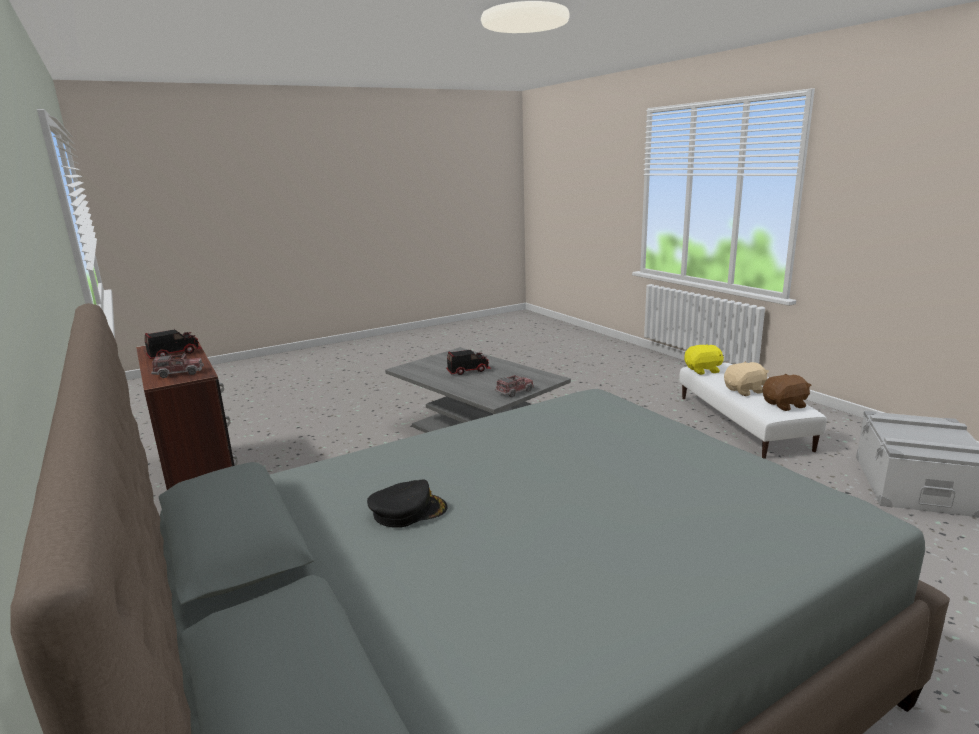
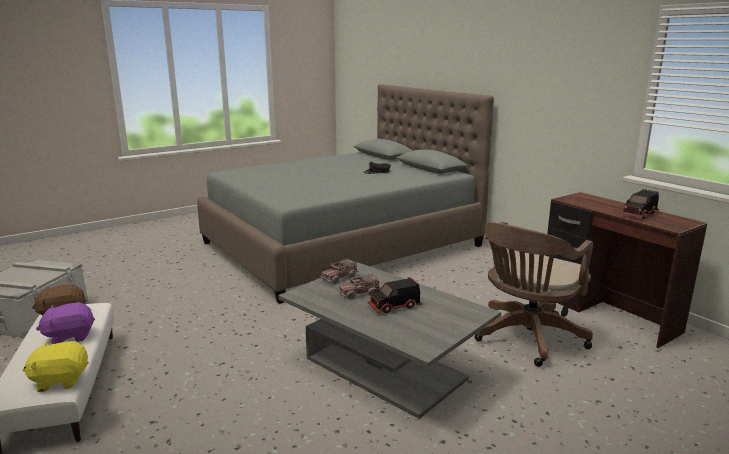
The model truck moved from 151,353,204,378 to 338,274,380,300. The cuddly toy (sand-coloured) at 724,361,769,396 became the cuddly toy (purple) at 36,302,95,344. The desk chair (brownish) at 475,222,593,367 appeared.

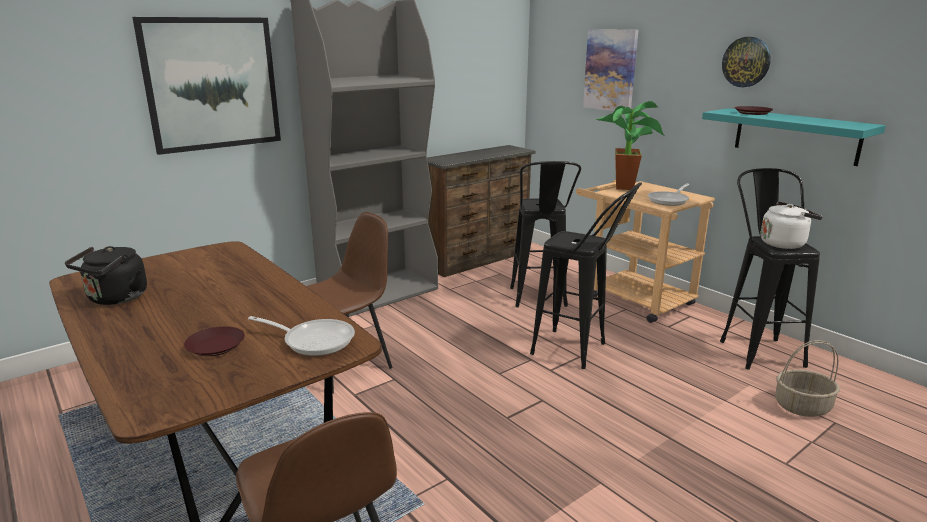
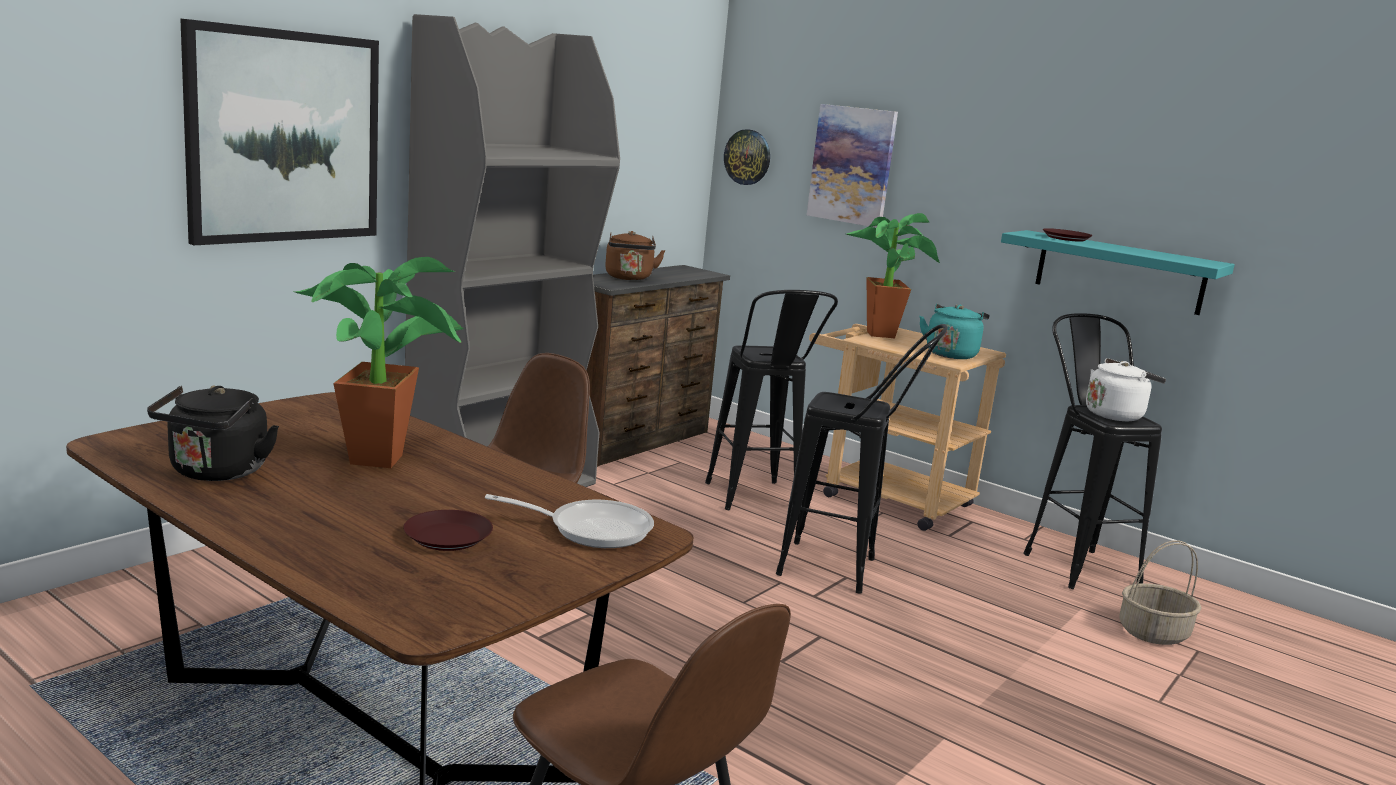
The frying pan at 648,184,689,206 was replaced by the kettle (turquoise-coloured) at 919,304,989,359. The hanging clock moved from 722,37,771,87 to 724,129,770,185. The plant in a pot at 294,257,464,468 appeared. The kettle (brownish) at 605,231,665,280 appeared.

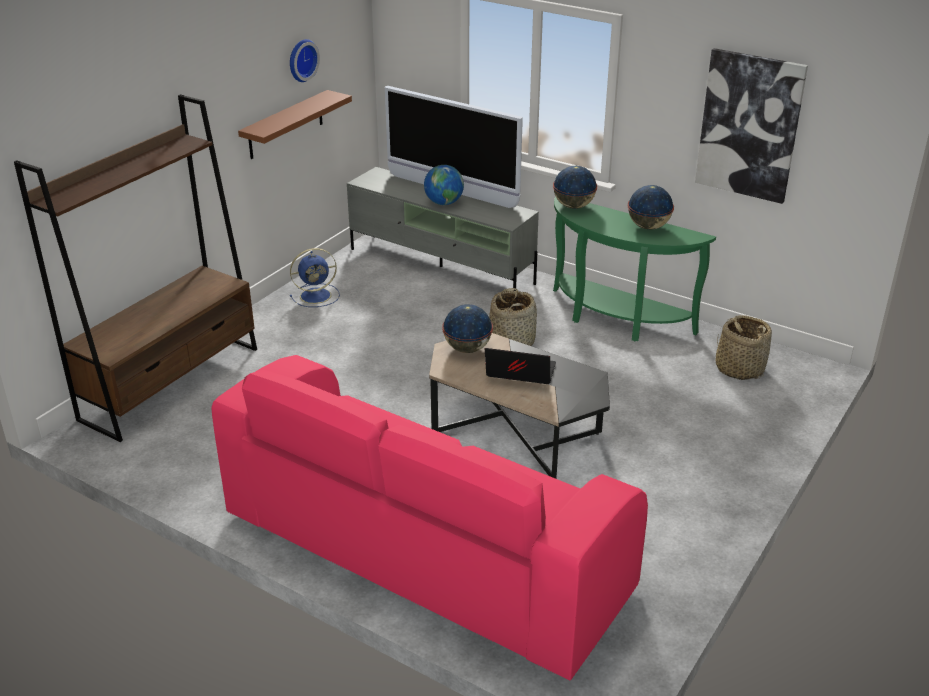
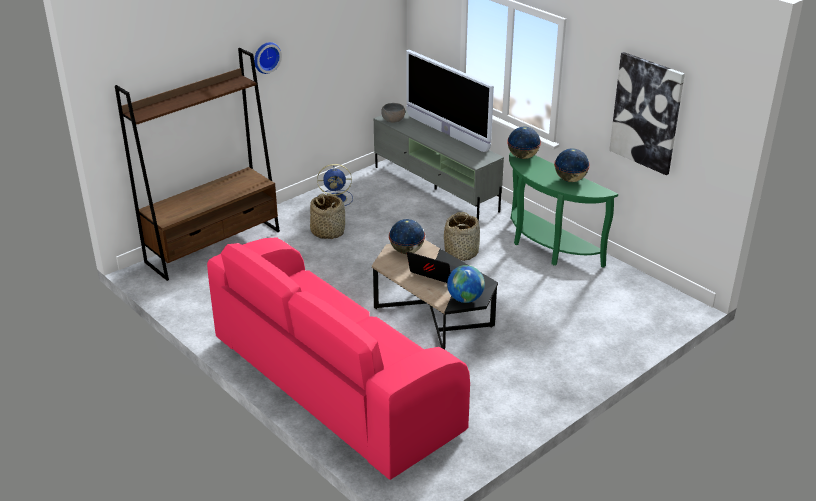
The bracket shelf (brownish) at 238,90,352,159 disappeared. The hanging clock moved from 290,39,320,82 to 254,42,282,74. The desk globe moved from 424,165,464,205 to 447,265,485,303. The storage basket moved from 715,315,772,380 to 310,194,345,239. The bowl (greyish) at 381,103,405,123 appeared.

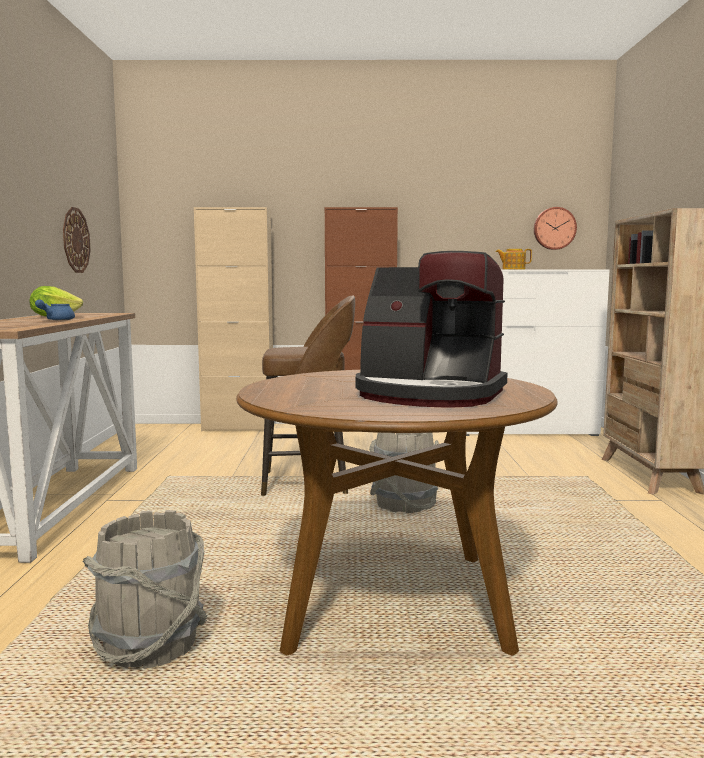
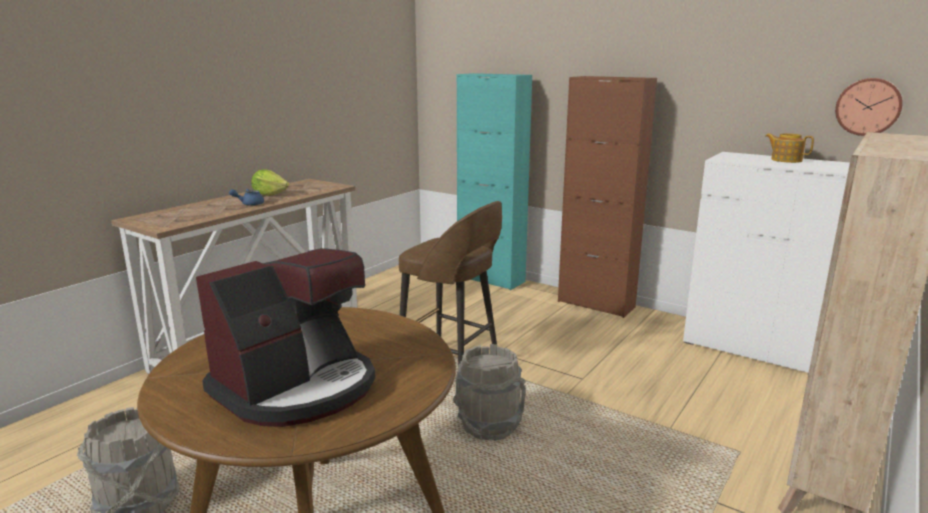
The hanging clock at 63,207,91,273 disappeared. The cabinet (sand-coloured) at 194,207,273,431 became the cabinet (turquoise-coloured) at 457,73,532,290. The coffee machine at 356,251,507,408 turned 105 degrees counterclockwise.

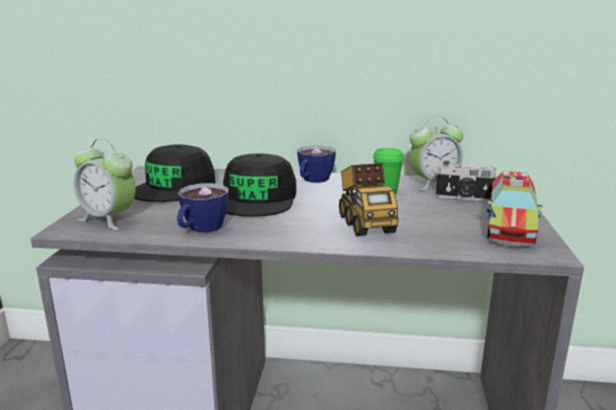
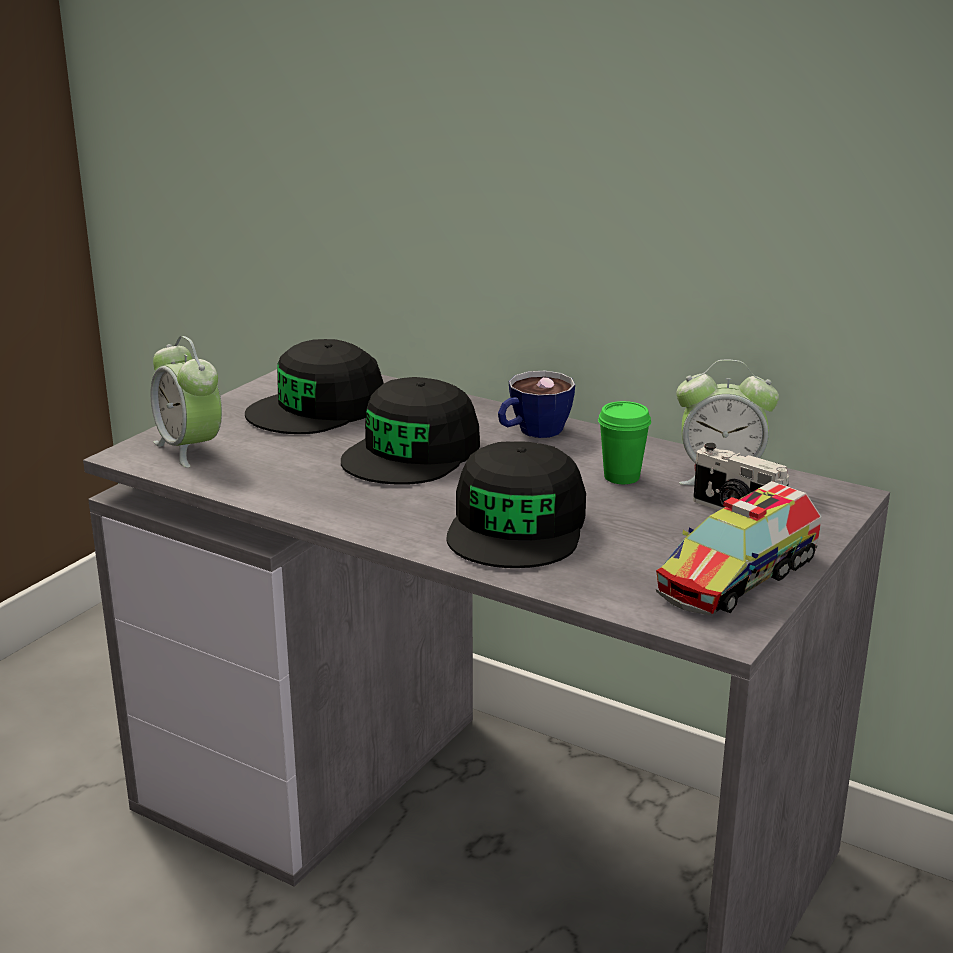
The cup at 177,183,229,233 disappeared. The model truck at 339,163,398,236 was replaced by the peaked cap (blackish) at 447,441,586,568.

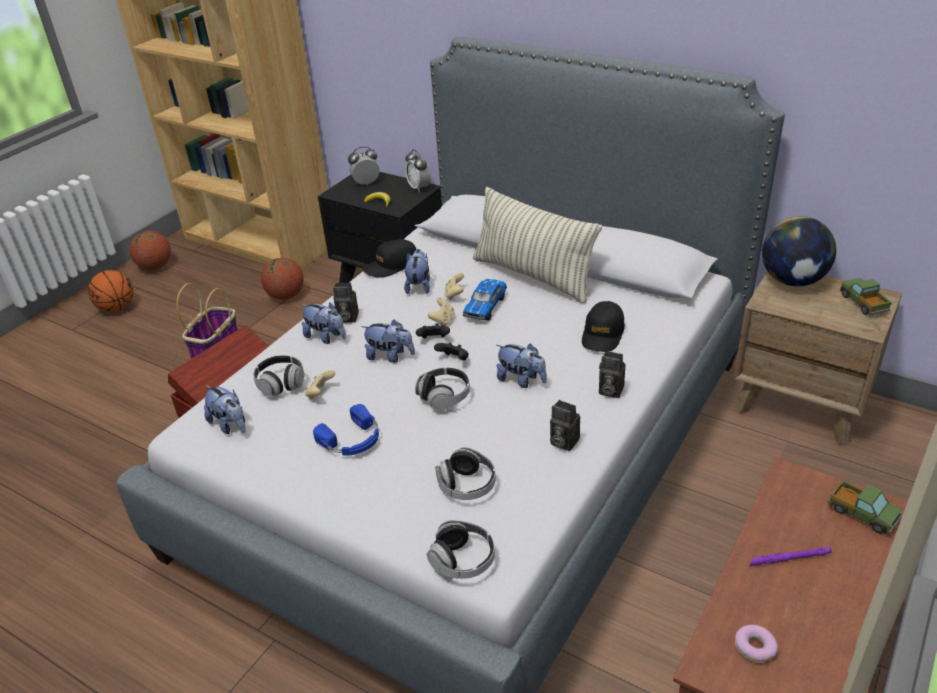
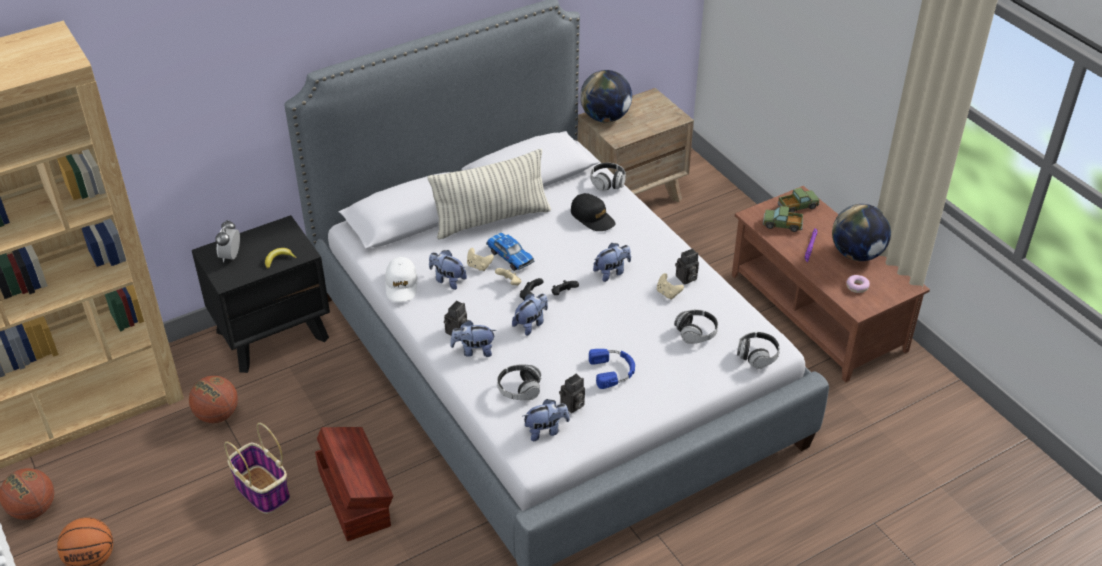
The cuddly toy at 301,302,346,344 turned 150 degrees counterclockwise. The game controller (sand-coloured) moved from 305,370,335,399 to 657,273,684,300. The peaked cap (blackish) at 362,239,417,278 became the peaked cap (whitish) at 385,257,418,302. The bedside clock at 405,150,431,192 disappeared. The pair of headphones moved from 415,367,470,411 to 590,163,626,191. The photo camera moved from 599,351,626,398 to 559,374,585,413. The model truck moved from 840,278,891,316 to 763,206,803,232. The desk globe at 832,204,891,261 appeared.

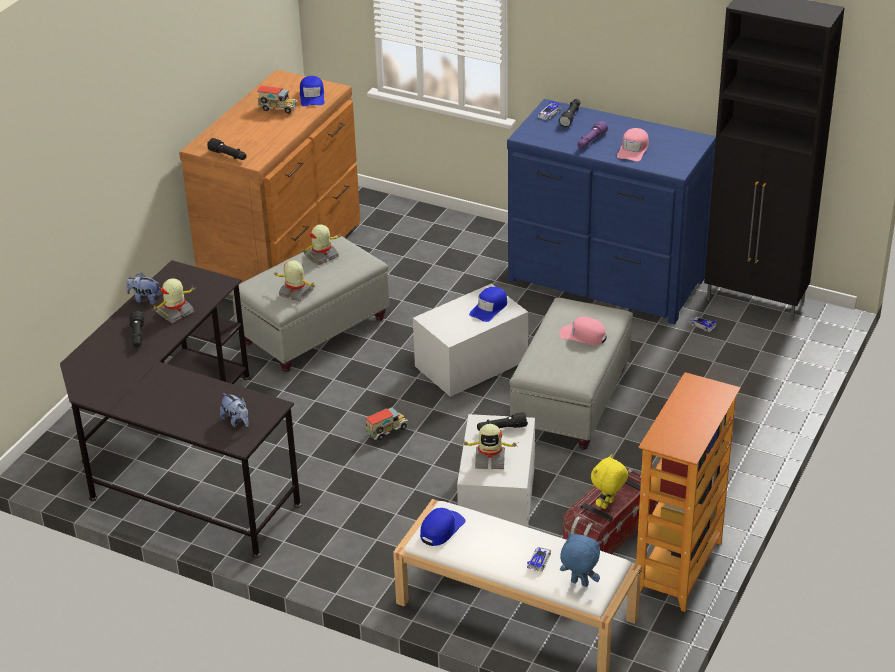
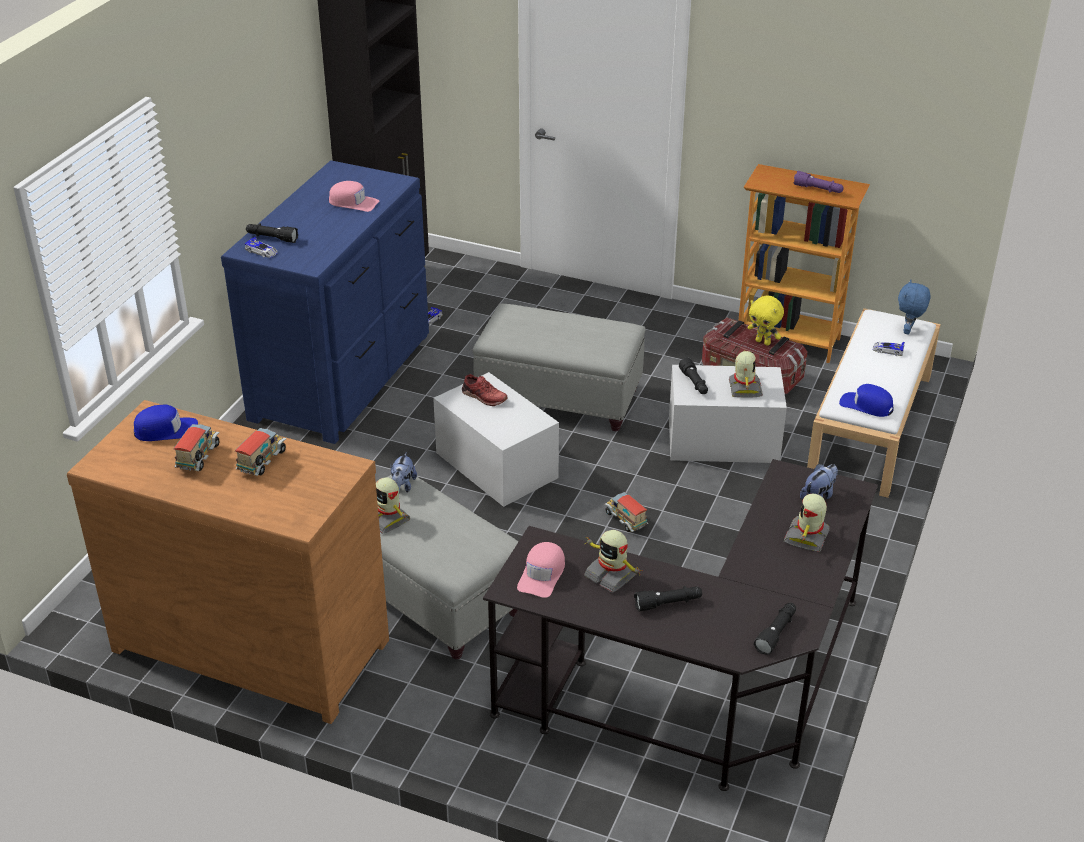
The cuddly toy moved from 126,273,161,305 to 391,452,417,493. The torch (blackish) moved from 207,138,247,160 to 754,603,796,655. The robot figure moved from 272,260,316,302 to 783,494,830,552. The peaked cap (blue-coloured) at 469,287,507,322 was replaced by the low shoe (red) at 462,374,508,406. The peaked cap (pink) moved from 559,316,607,345 to 517,542,565,598. The torch (purple) moved from 577,121,608,148 to 793,171,844,193. The model truck at 235,428,287,476 appeared.

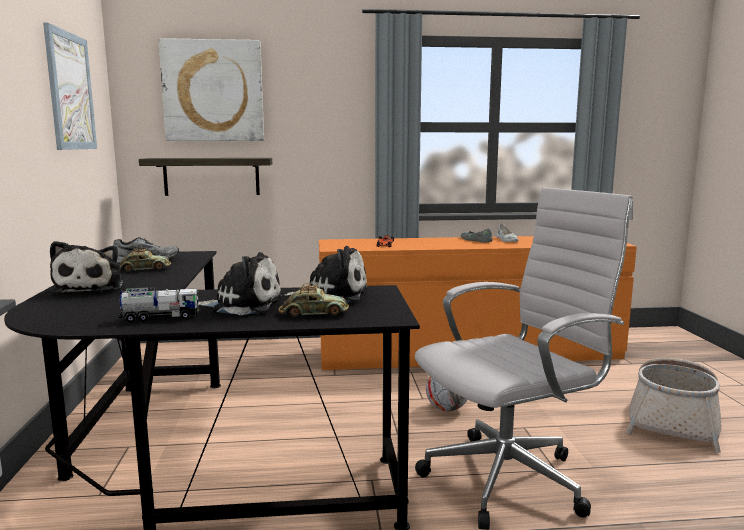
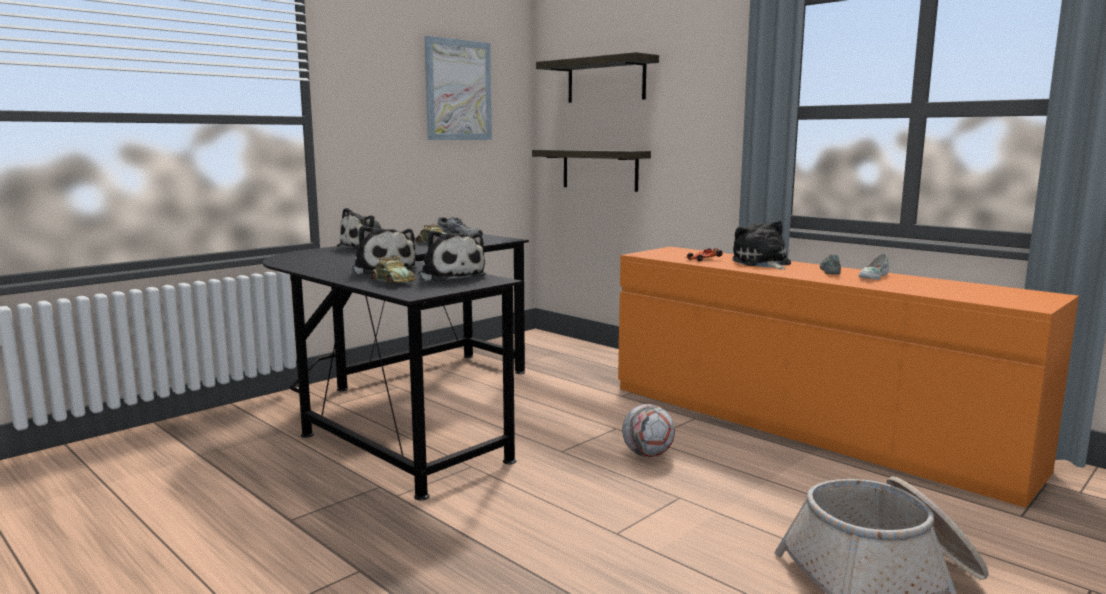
The model truck at 118,288,199,323 disappeared. The wall picture at 158,38,264,141 was replaced by the bracket shelf at 536,52,659,103. The desk chair (whitish) at 415,188,633,530 disappeared. The cuddly toy at 732,220,791,270 appeared.

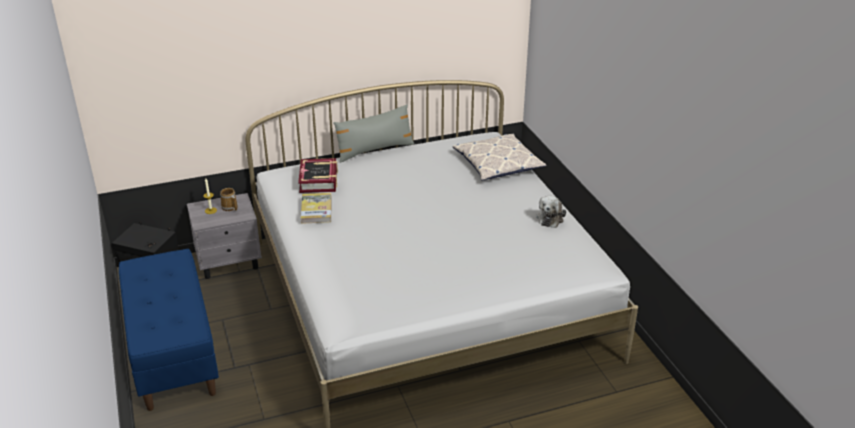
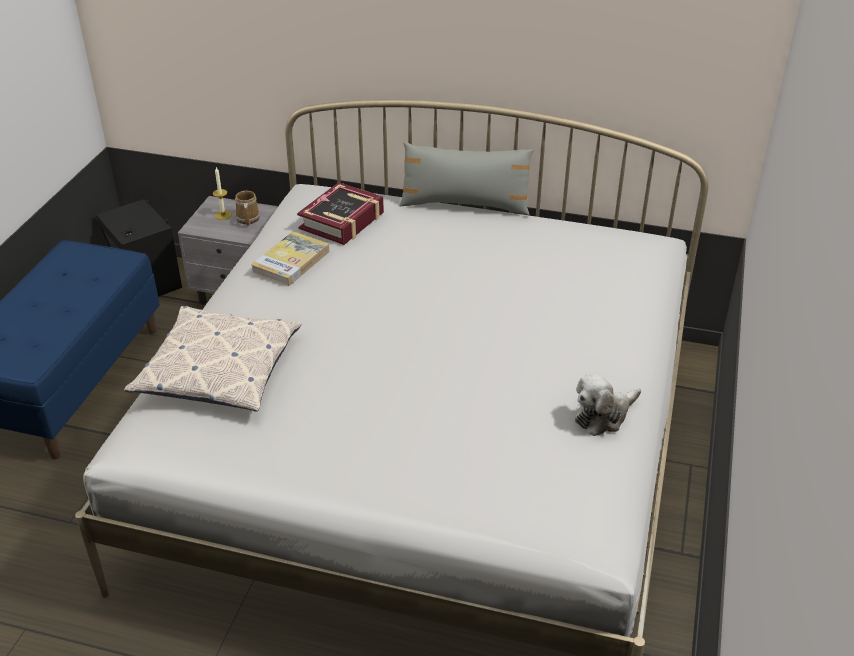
The throw pillow moved from 453,134,546,180 to 124,306,302,412.

